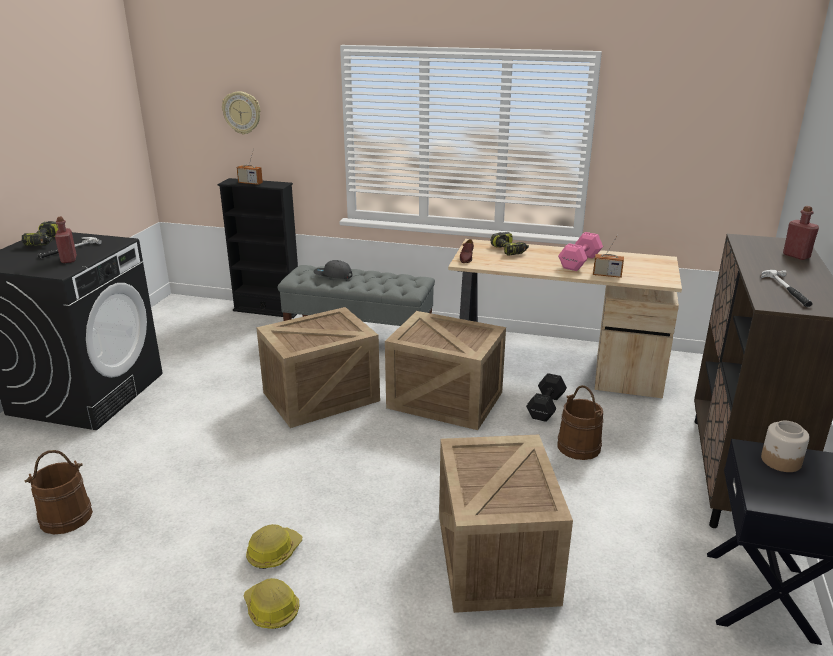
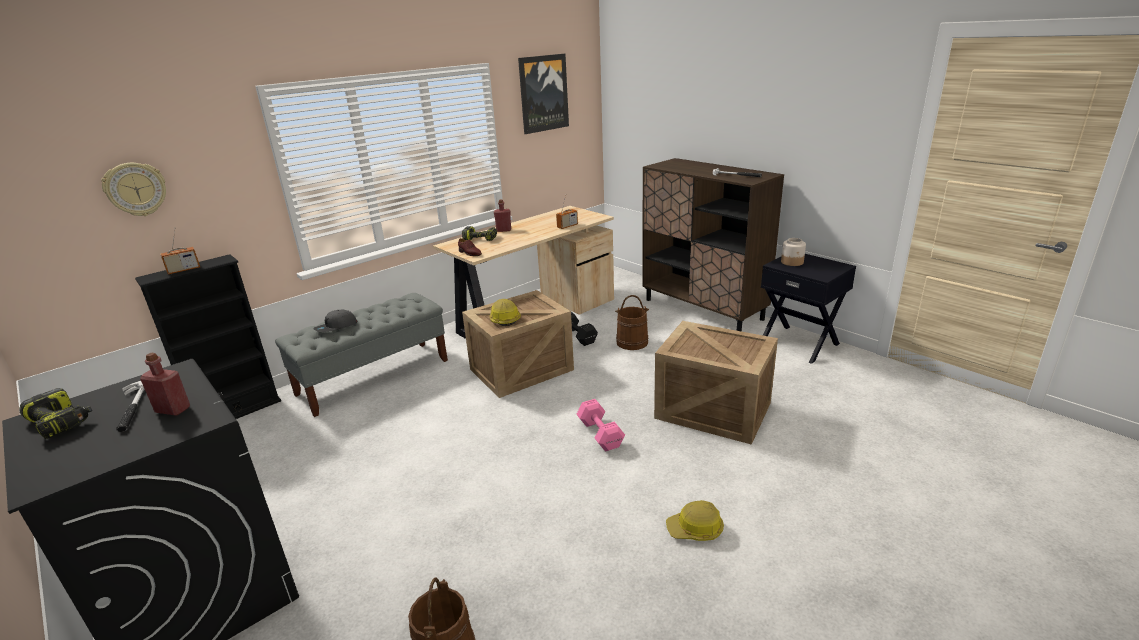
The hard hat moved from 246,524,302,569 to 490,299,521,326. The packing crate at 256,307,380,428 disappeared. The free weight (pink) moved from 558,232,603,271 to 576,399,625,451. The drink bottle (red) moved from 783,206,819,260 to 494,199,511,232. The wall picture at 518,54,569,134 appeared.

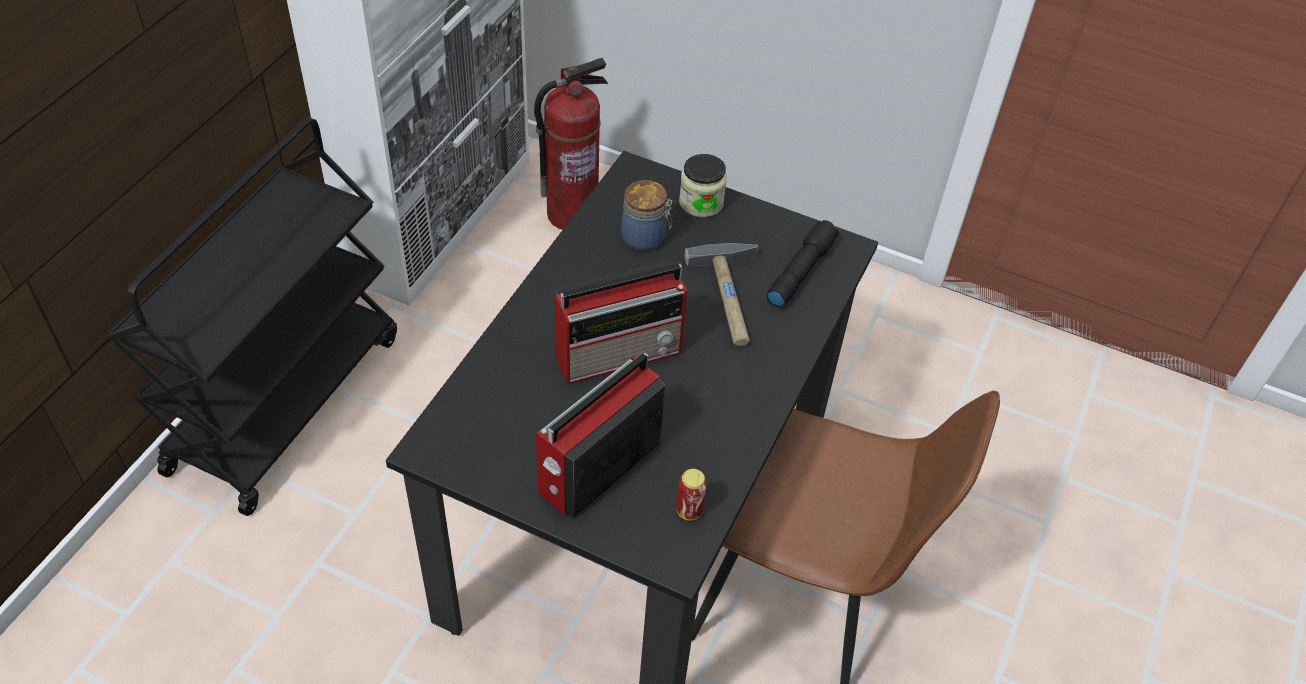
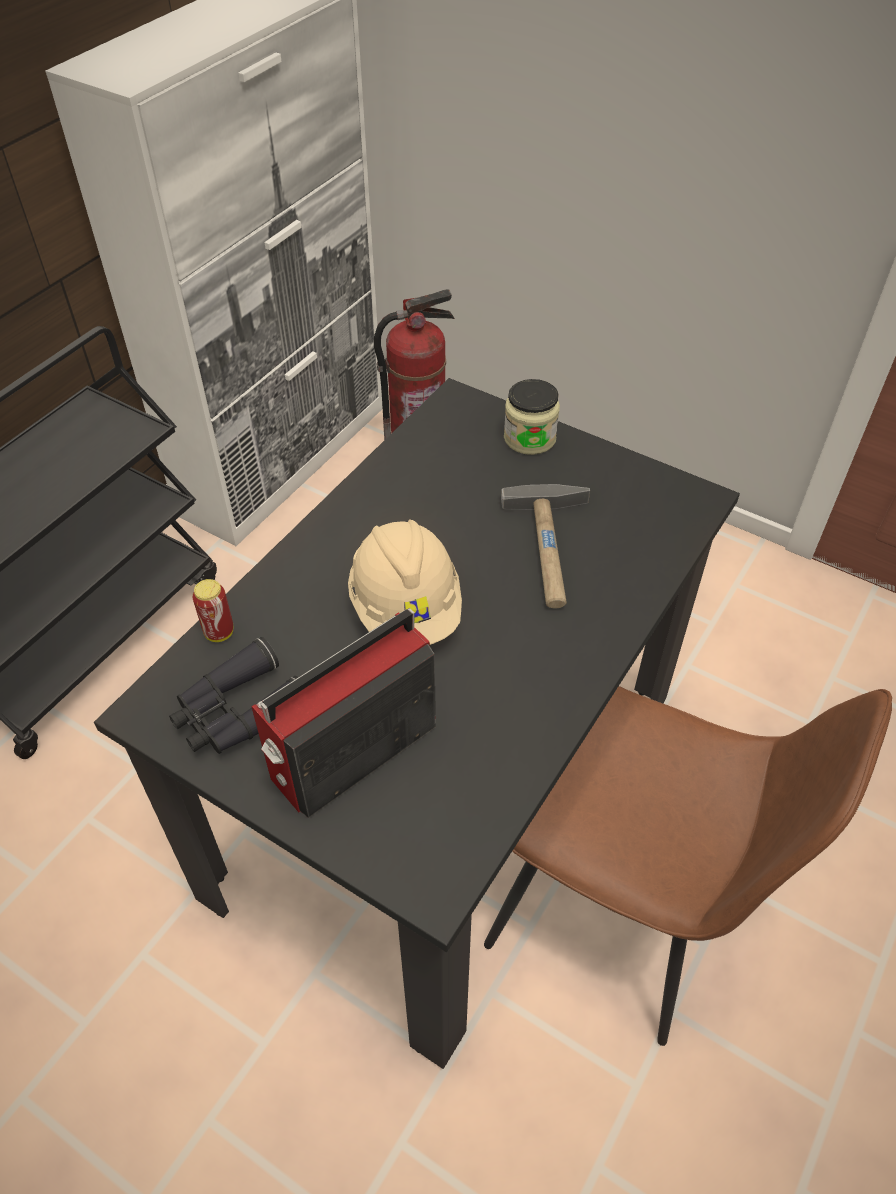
The radio receiver at 555,262,687,384 was replaced by the hard hat (sand-coloured) at 348,519,462,645. The jar at 621,180,672,251 disappeared. The metal can moved from 676,469,707,521 to 193,579,233,642. The torch (blackish) at 767,220,839,308 disappeared. The pair of binoculars (blackish) at 169,637,298,754 appeared.

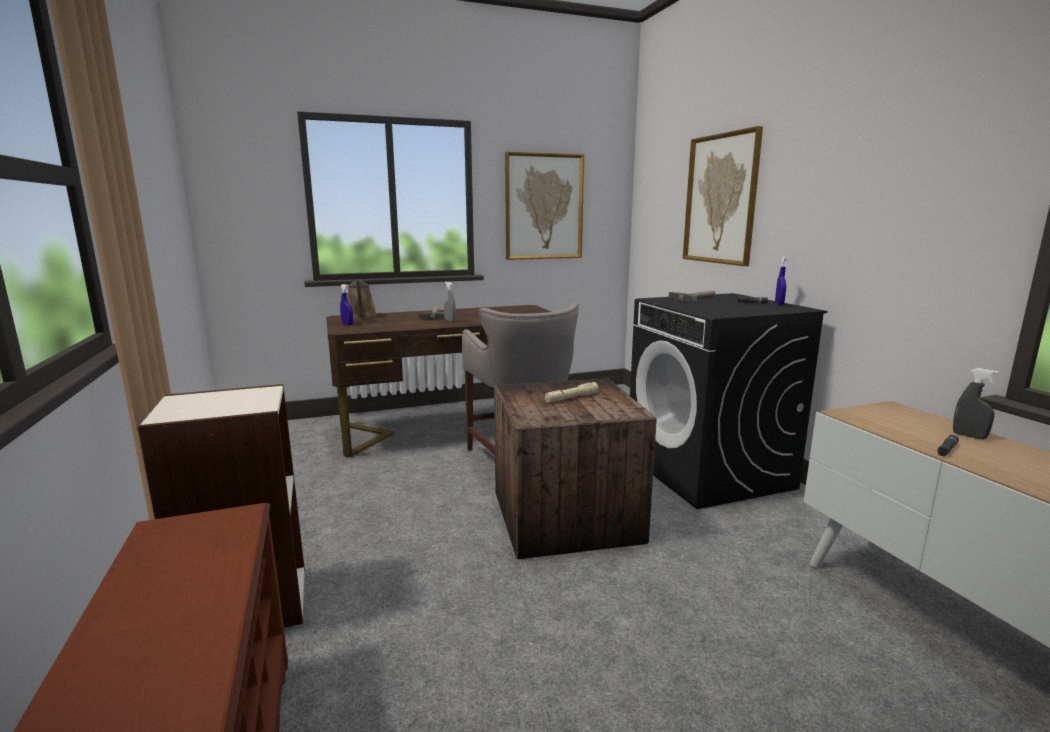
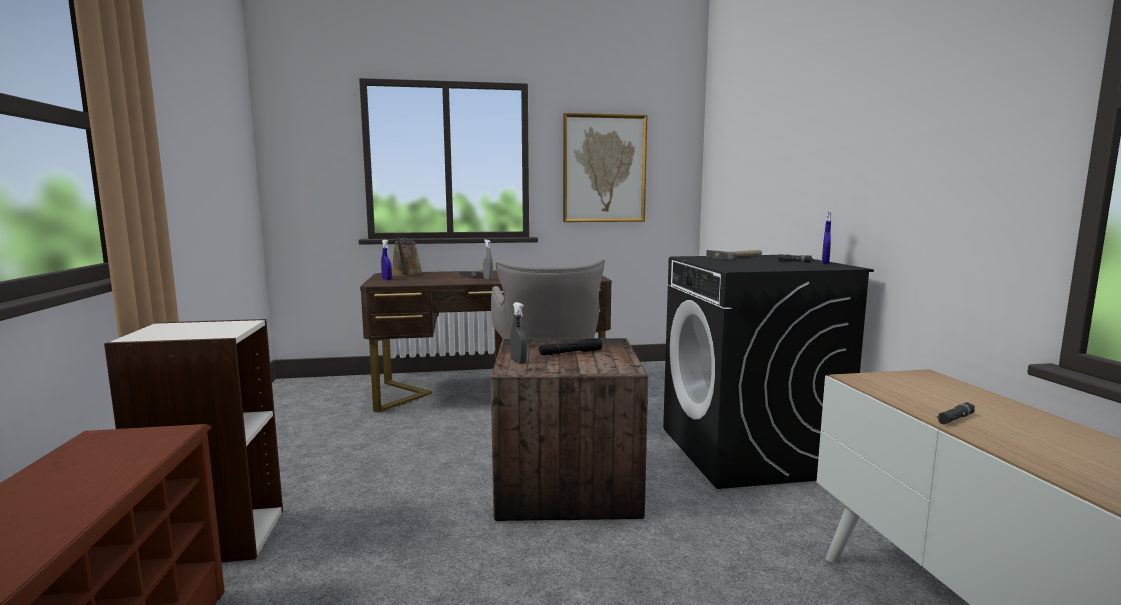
The torch (sand-coloured) at 545,382,599,402 became the torch (blackish) at 539,338,602,355. The wall picture at 683,126,763,266 disappeared. The spray bottle (greyish) moved from 953,368,999,439 to 510,302,527,364.

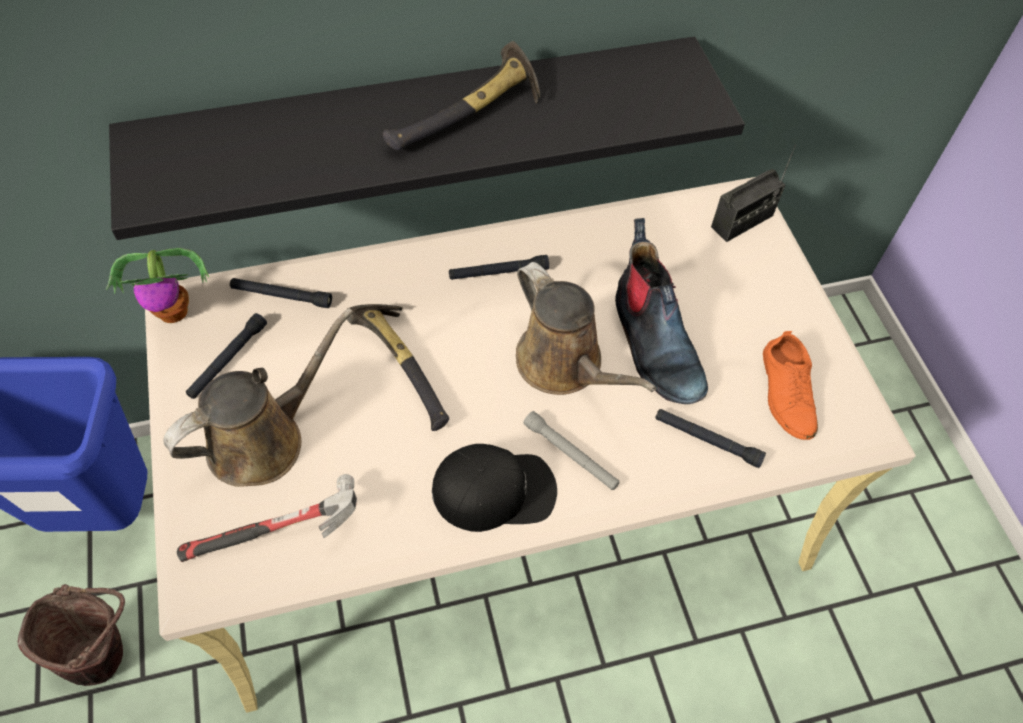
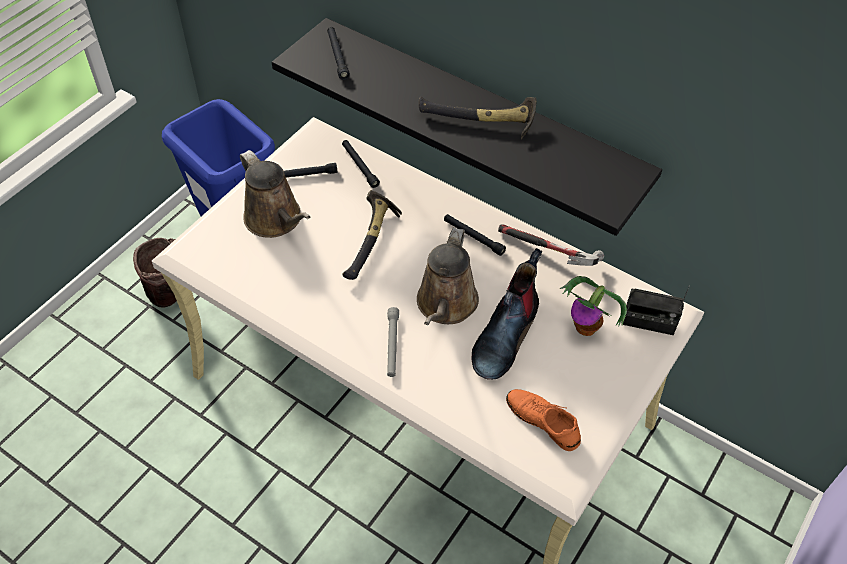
The plant in a pot moved from 106,248,209,323 to 560,276,627,336. The watering pot (brownish) at 163,308,353,487 turned 45 degrees clockwise. The tool hammer moved from 177,474,357,562 to 498,224,604,266. The peaked cap (blackish) at 432,444,557,532 disappeared. The torch (blackish) moved from 655,409,766,468 to 327,27,350,80. The low shoe (orangey) at 763,331,818,440 turned 90 degrees clockwise.

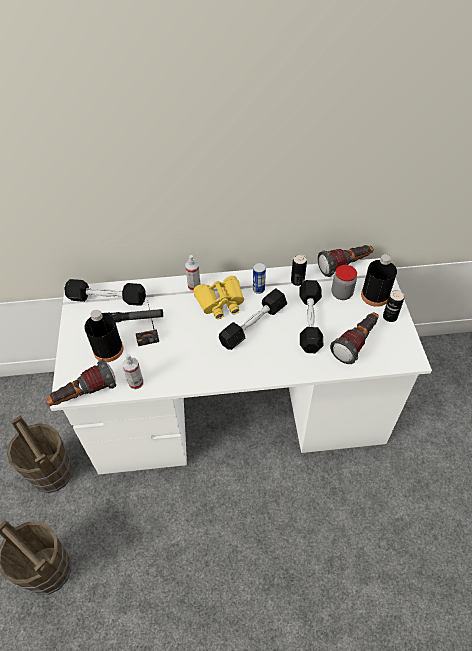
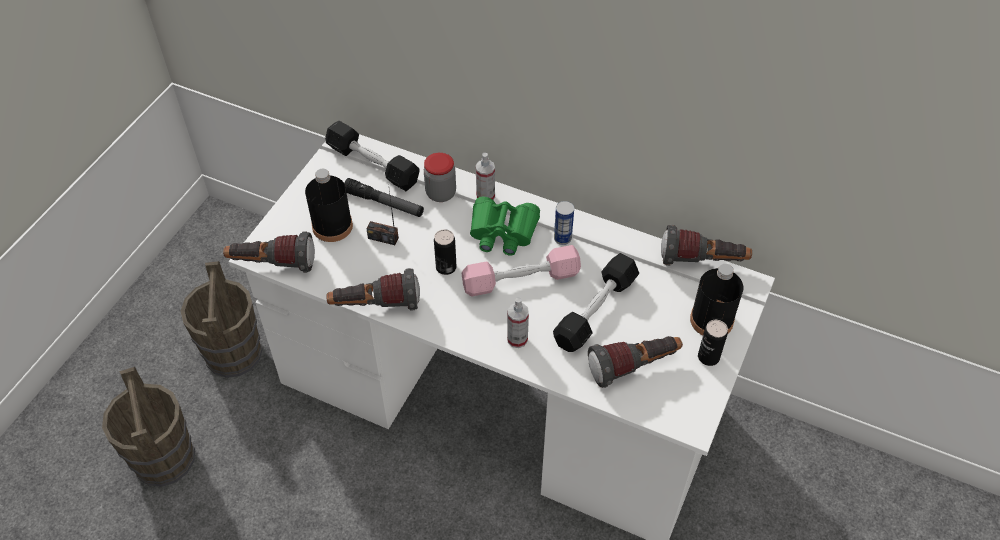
The spray bottle moved from 122,354,144,390 to 507,297,529,348. The pair of binoculars (yellow-coloured) at 193,276,244,319 became the pair of binoculars (green-coloured) at 470,197,540,256. The free weight (blackish) at 219,288,287,350 became the free weight (pink) at 461,245,581,296. The metal can moved from 291,254,307,286 to 434,229,457,275. The jar moved from 331,265,357,300 to 424,153,456,202. The torch at 326,268,420,311 appeared.

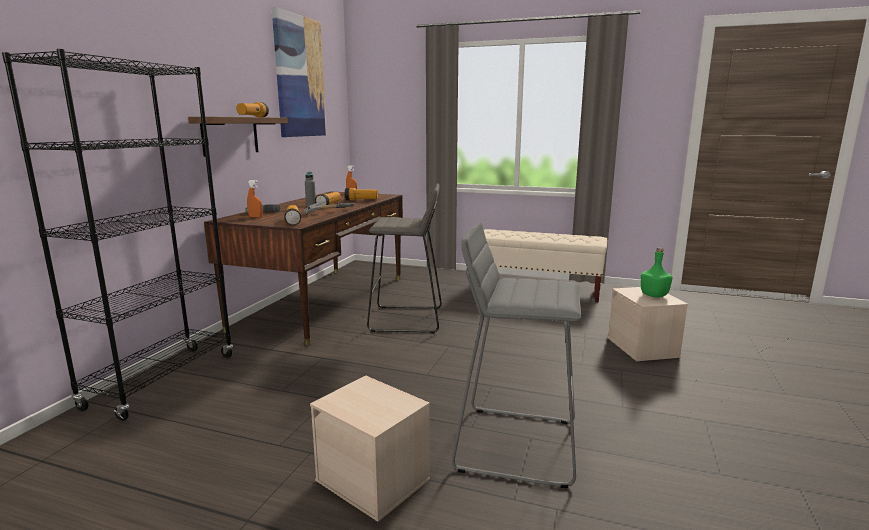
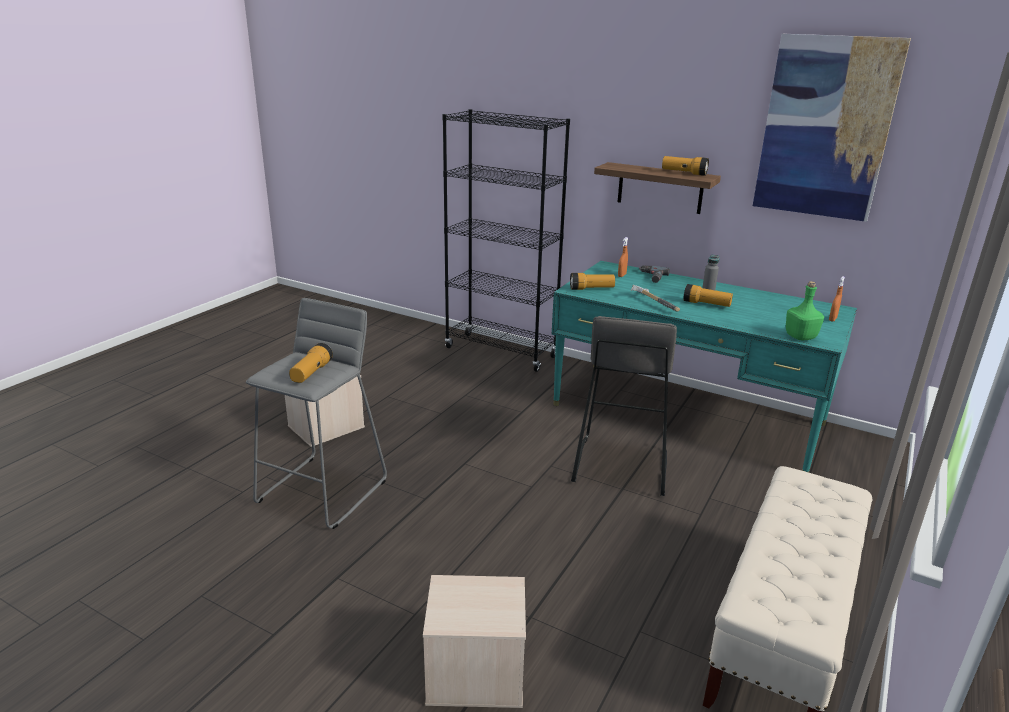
The desk table (brownish) at 204,191,403,346 became the desk table (turquoise-coloured) at 552,261,857,473. The torch moved from 345,188,378,201 to 289,343,333,383. The drink bottle (green-coloured) moved from 641,247,673,297 to 786,281,824,340.

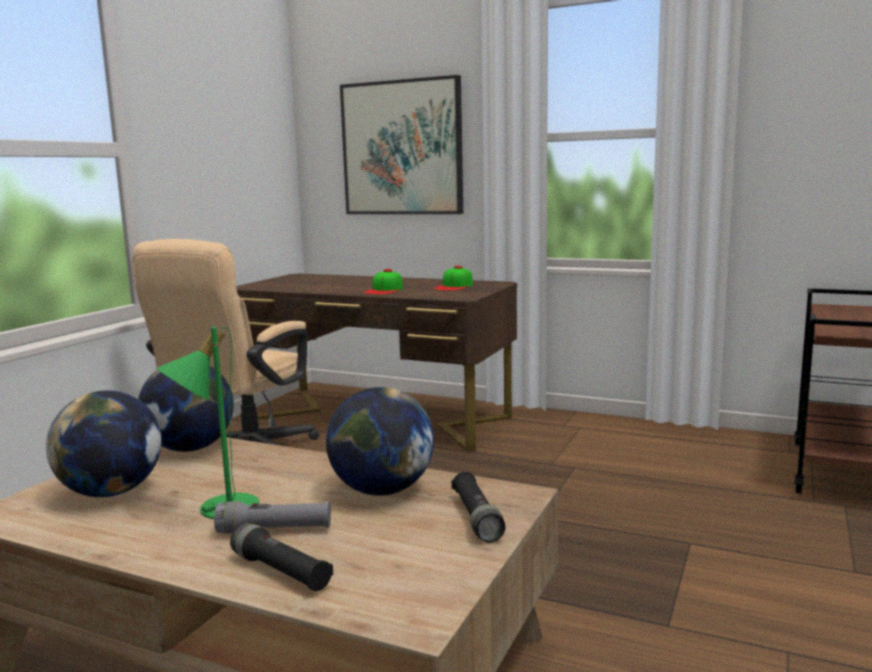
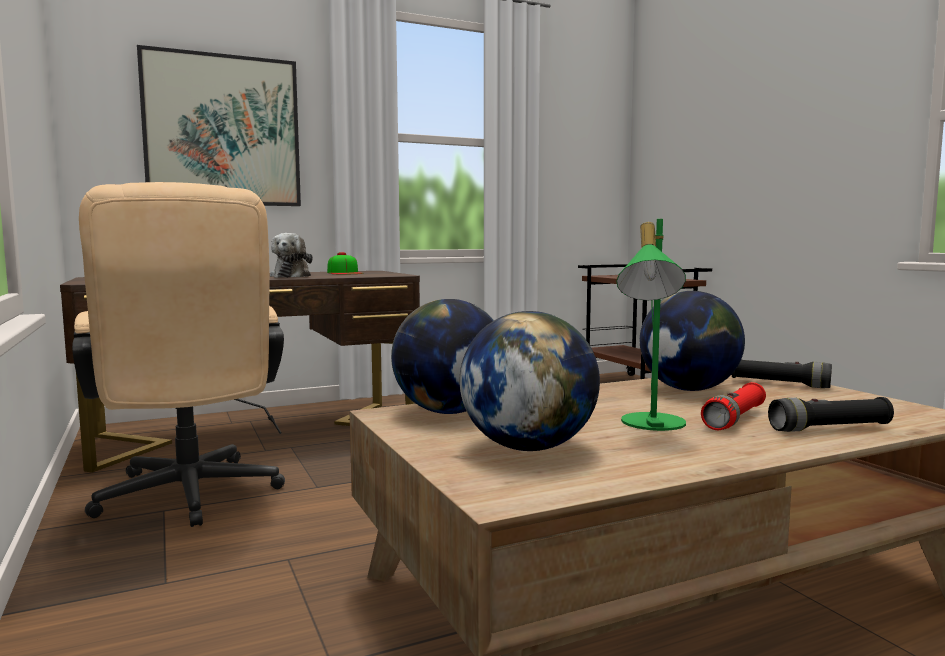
The torch (greyish) at 214,501,331,534 became the torch (red) at 701,382,766,430. The peaked cap at 364,269,403,295 was replaced by the cuddly toy at 270,233,313,278.

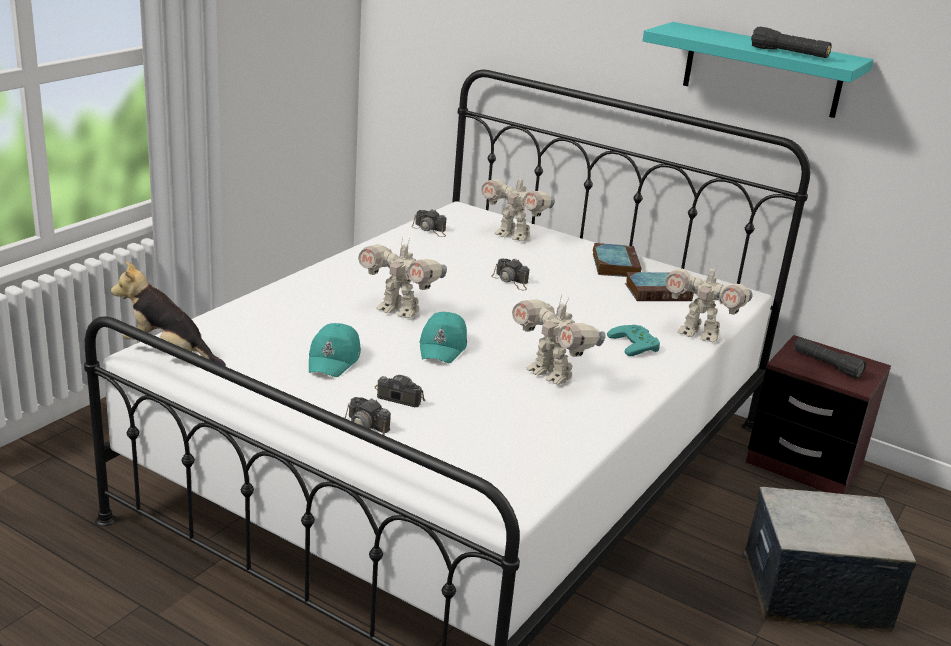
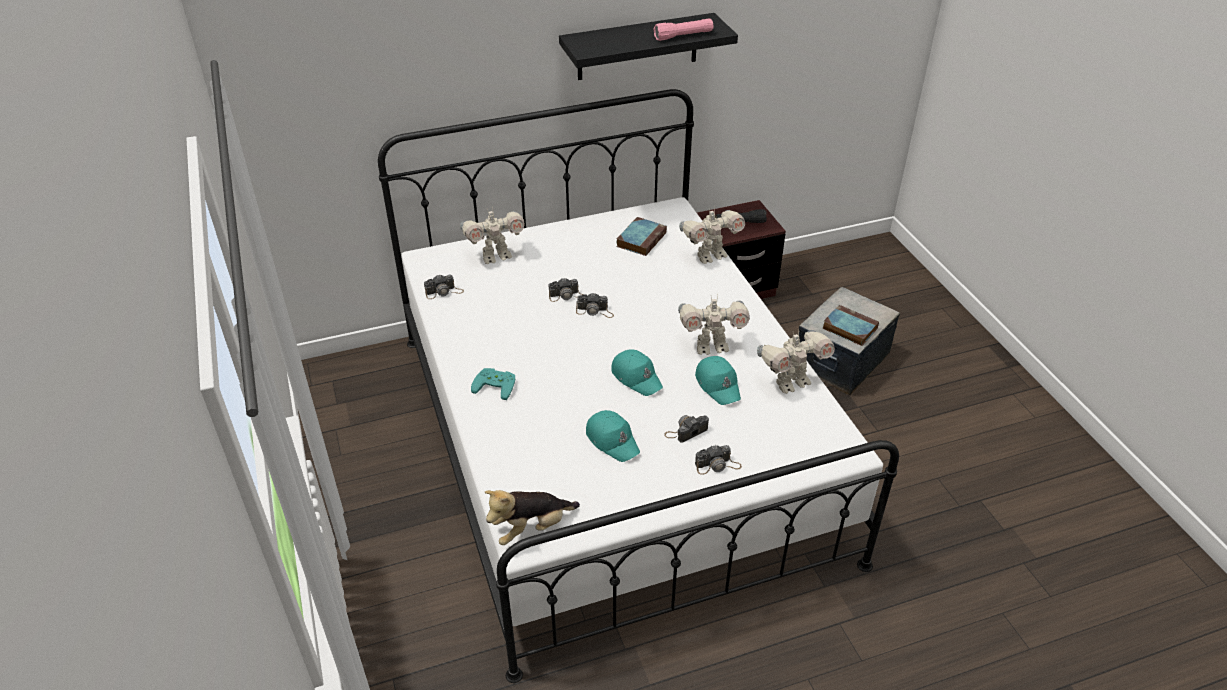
The robot figure moved from 358,236,447,318 to 757,330,835,394. The book moved from 593,243,641,277 to 822,305,879,346. The game controller (turquoise-coloured) moved from 607,325,660,356 to 471,368,515,400. The bracket shelf (turquoise-coloured) at 643,22,873,118 became the bracket shelf (blackish) at 559,13,738,80. The torch (blackish) at 751,26,832,58 became the torch (pink) at 653,18,713,41. The photo camera at 576,293,614,318 appeared. The peaked cap (turquoise-coloured) at 695,356,741,405 appeared.

